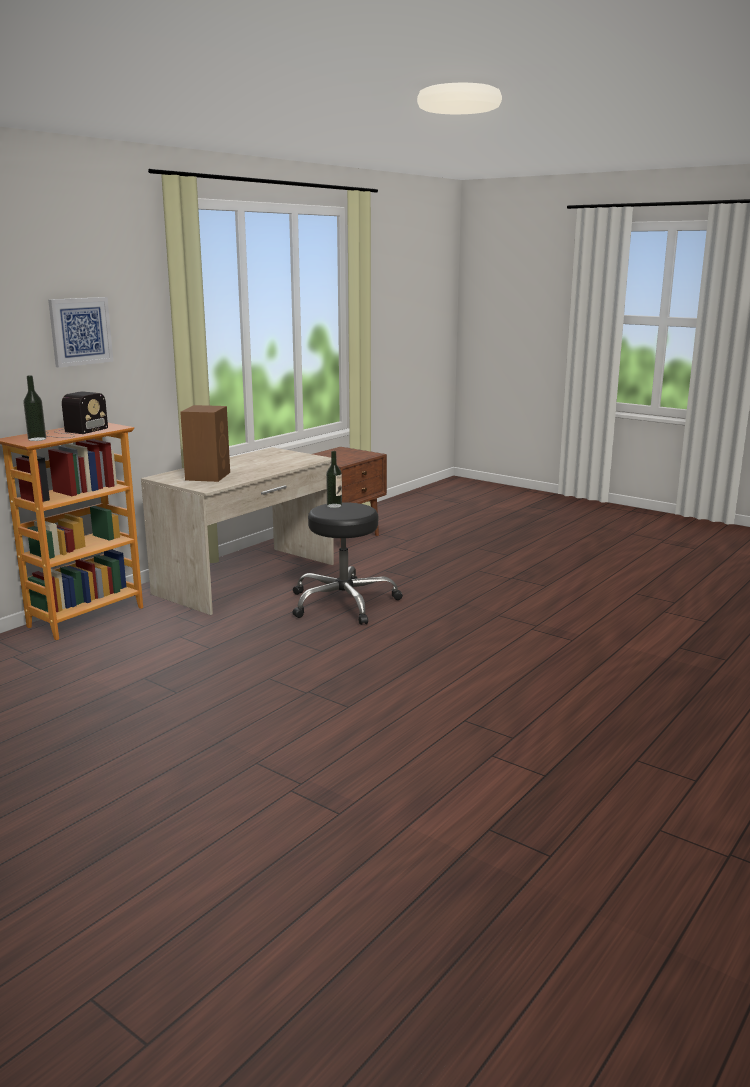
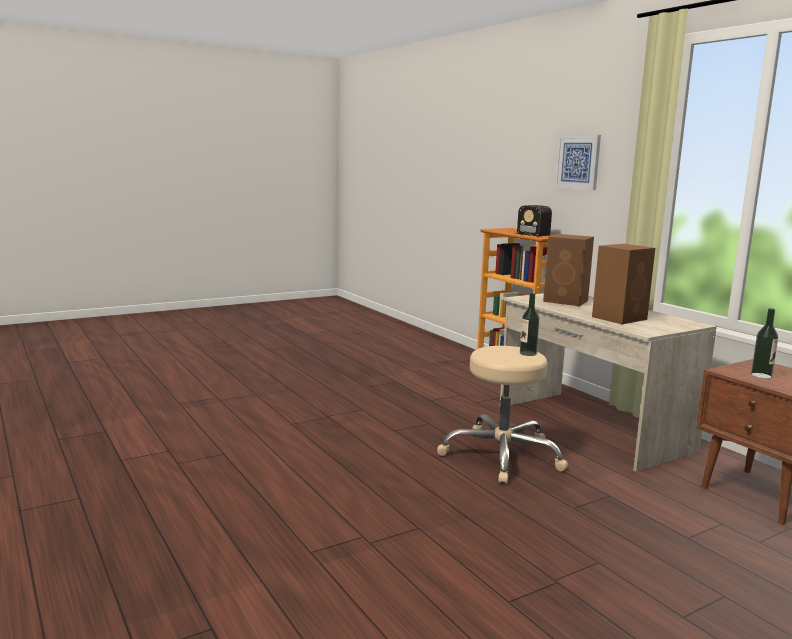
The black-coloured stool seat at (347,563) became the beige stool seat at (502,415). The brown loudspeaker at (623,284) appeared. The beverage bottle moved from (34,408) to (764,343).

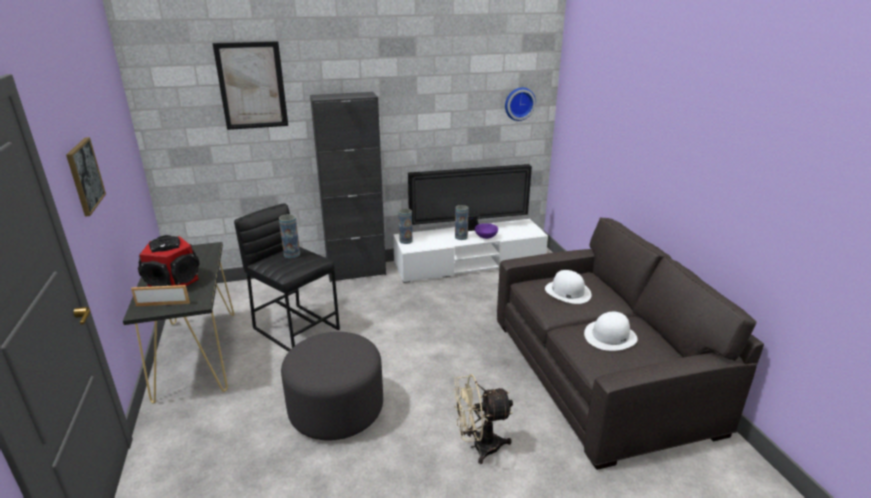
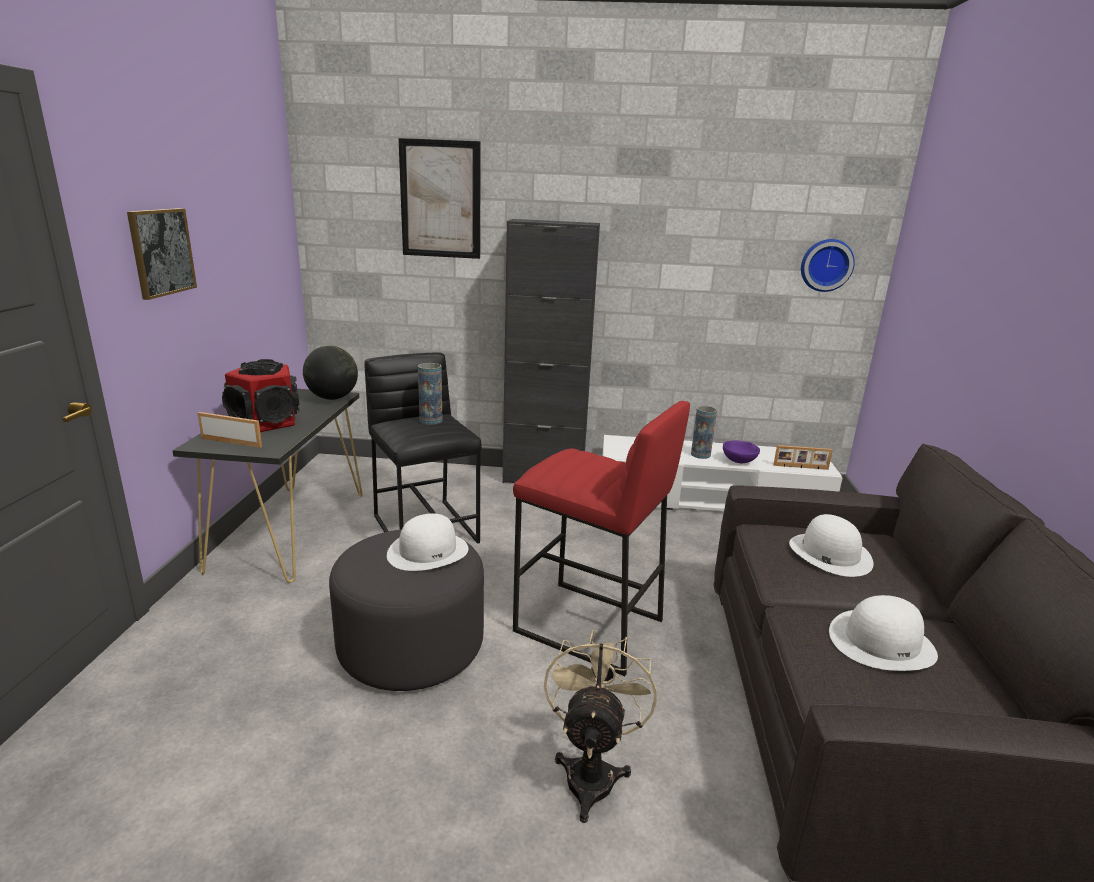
The desk globe at (330,372) appeared. The white wearable hat at (427,542) appeared. The reddish stool seat at (601,538) appeared. The beige electric fan at (483,419) turned 90 degrees clockwise. The photo frame at (803,457) appeared. The decorative vase at (405,226) disappeared. The TV at (470,197) disappeared.

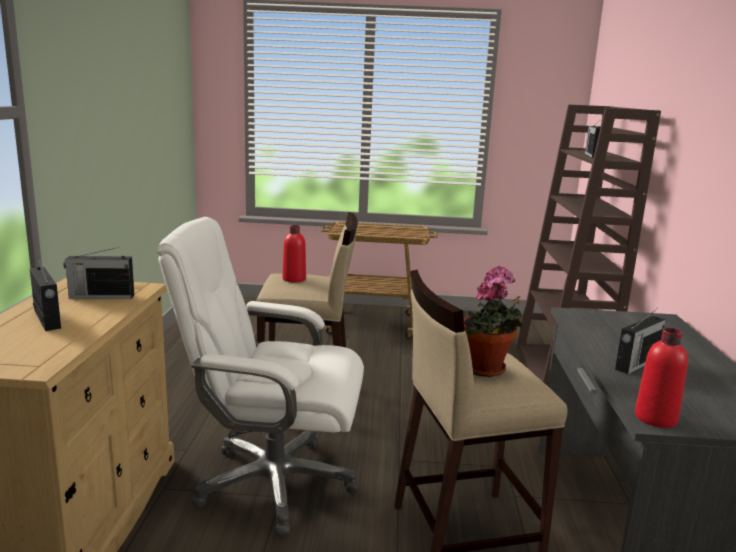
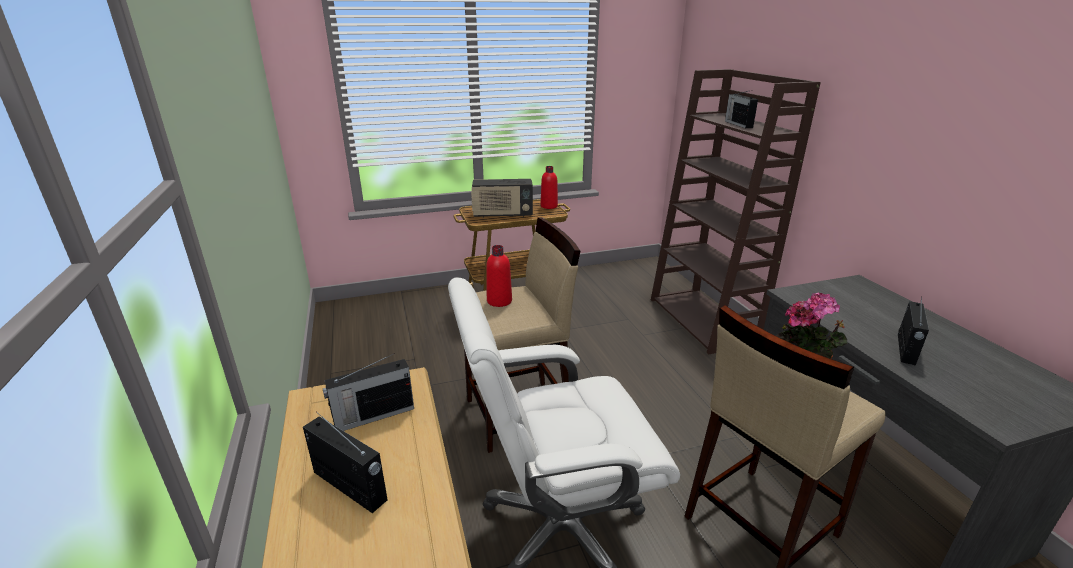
The radio at (502,198) appeared. The reddish beverage bottle moved from (661,378) to (549,187).

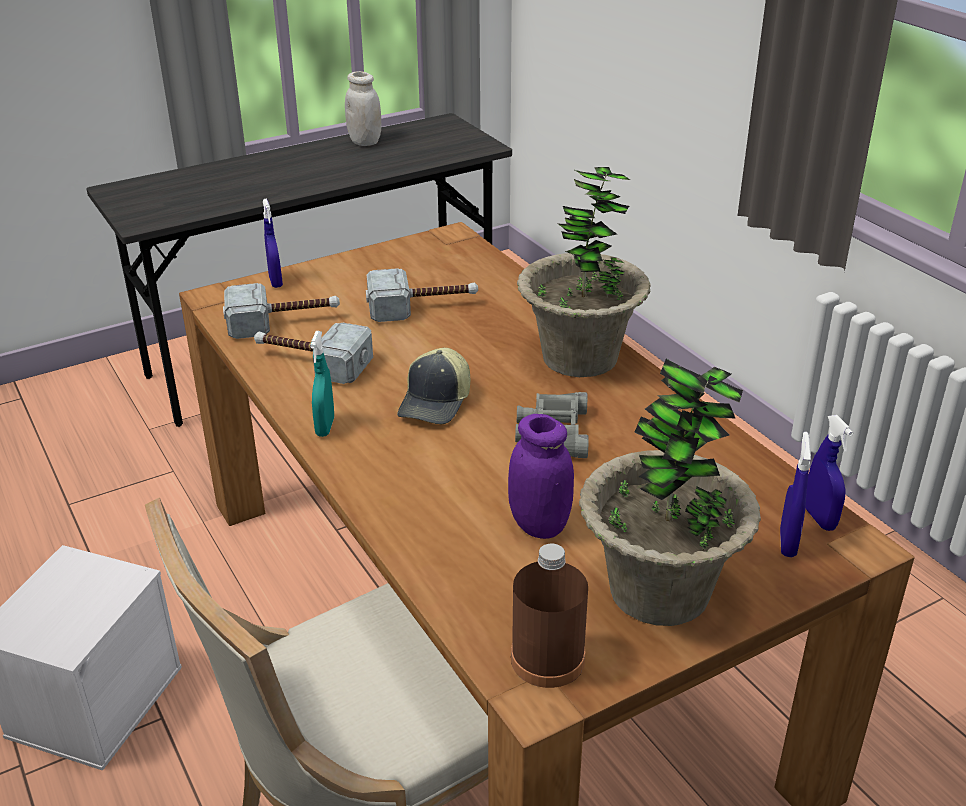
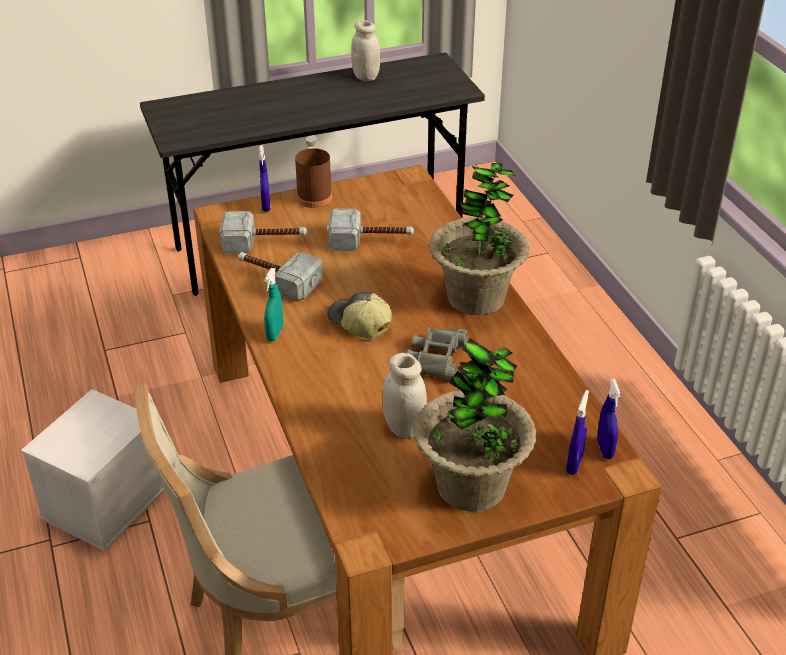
The brown beverage bottle moved from (549,615) to (313,172). The baseball cap at (433,386) turned 105 degrees clockwise. The purplish storage jar at (541,476) became the white storage jar at (404,396).

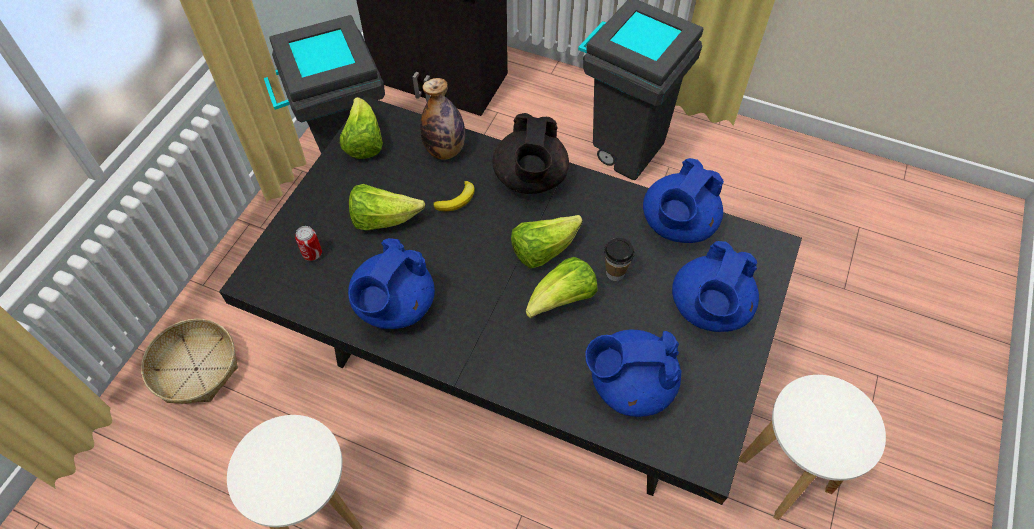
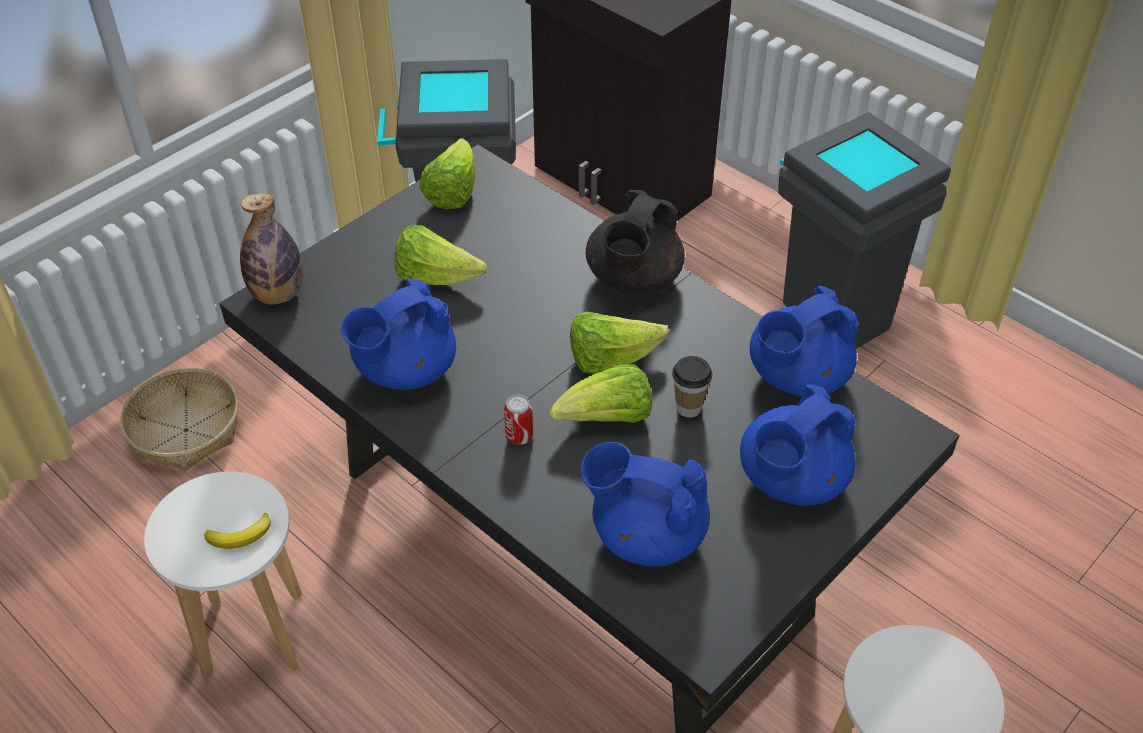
The banana moved from (454,196) to (237,531). The beverage bottle moved from (442,119) to (271,248). The can moved from (308,243) to (518,420).

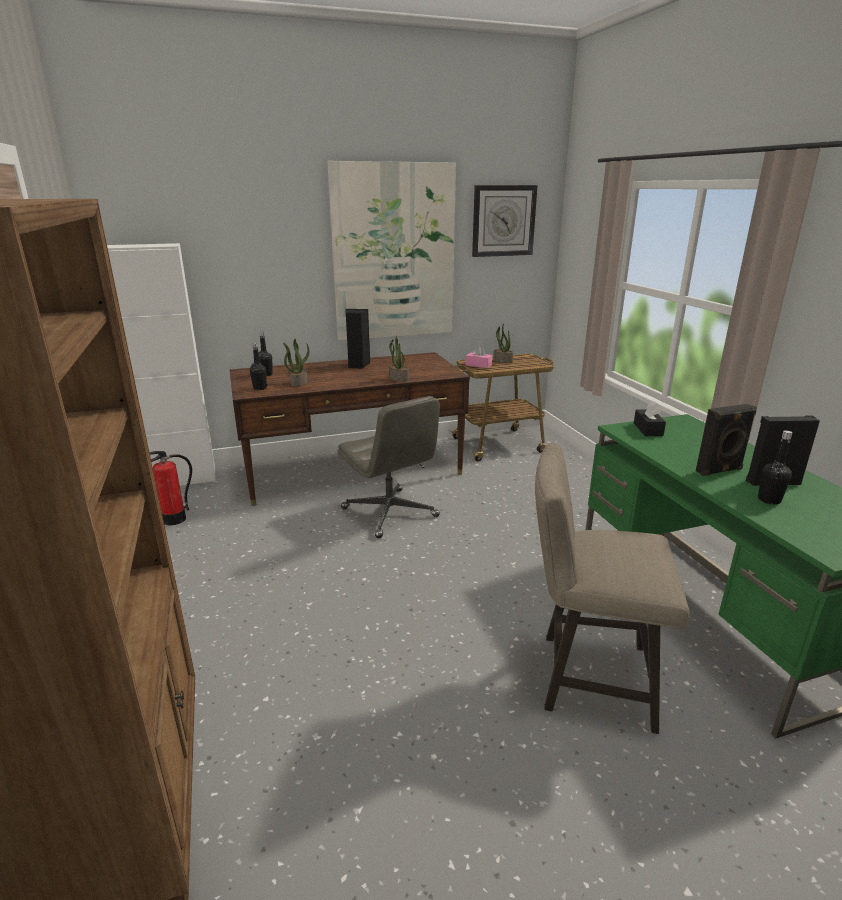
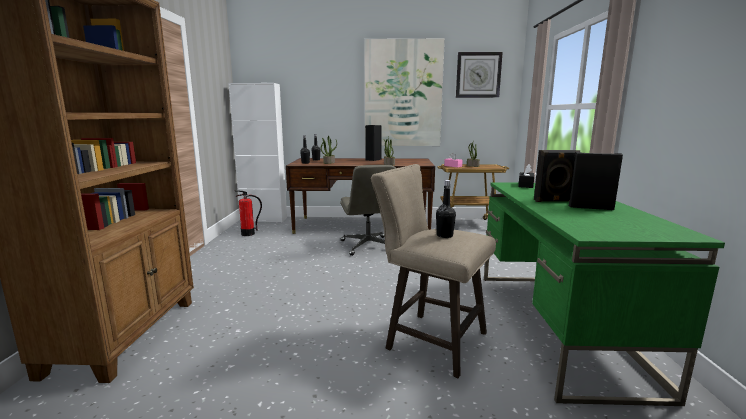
The black-coloured beverage bottle moved from (775,467) to (446,209).

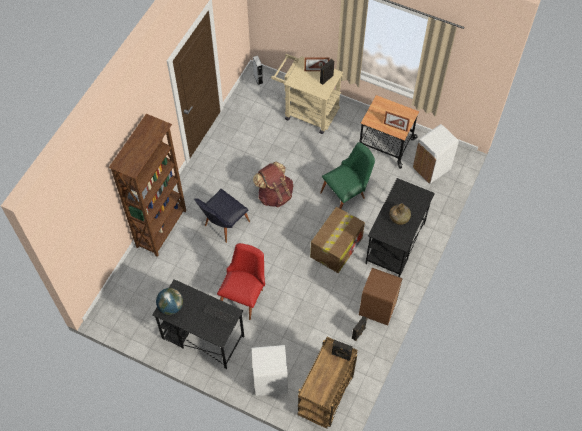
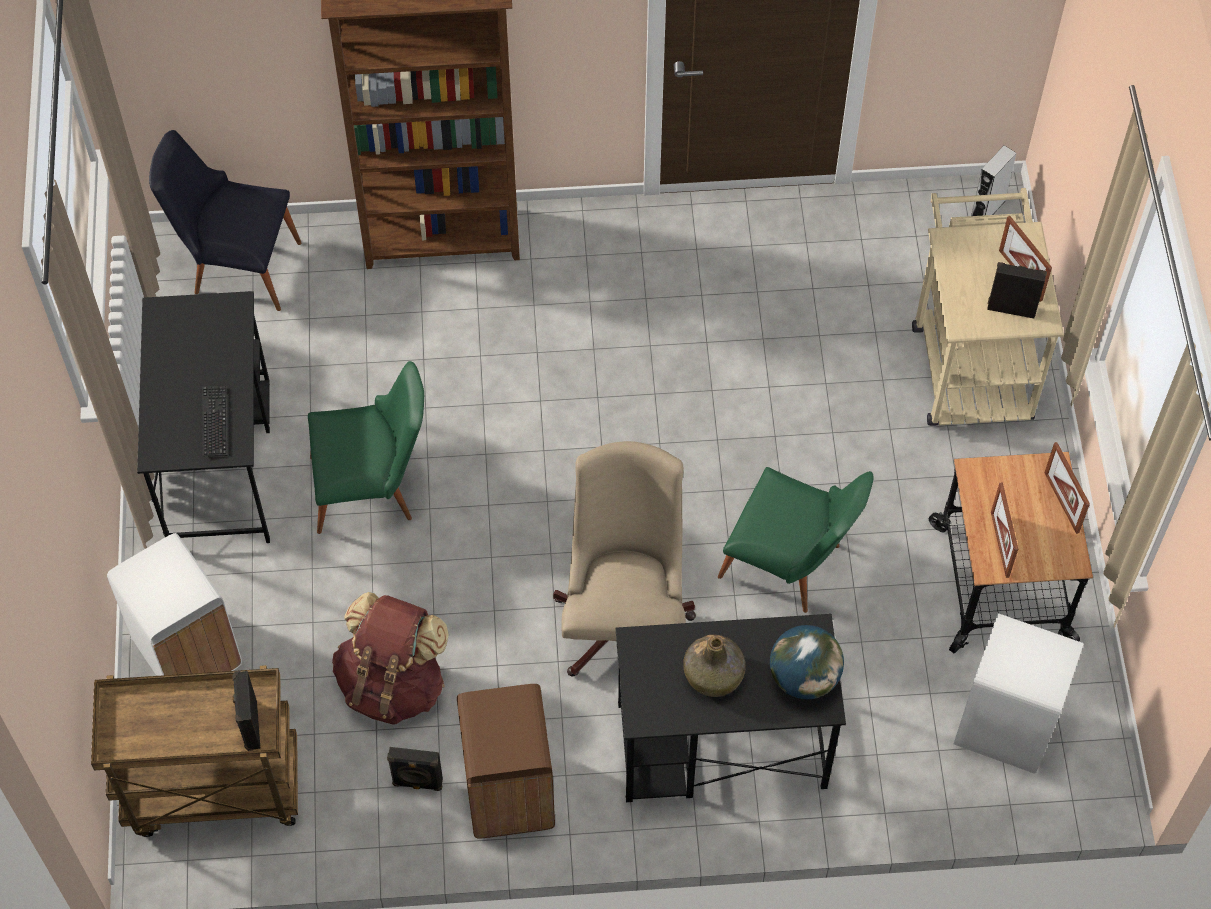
The black-coloured plain chair moved from (222,216) to (225,220). The reddish plain chair at (241,281) became the greenish plain chair at (366,447). The brown knapsack moved from (273,184) to (390,658). The packing box at (337,240) was replaced by the beige office chair at (624,559). The desk globe moved from (169,301) to (807,662). The photo frame at (1067,488) appeared.

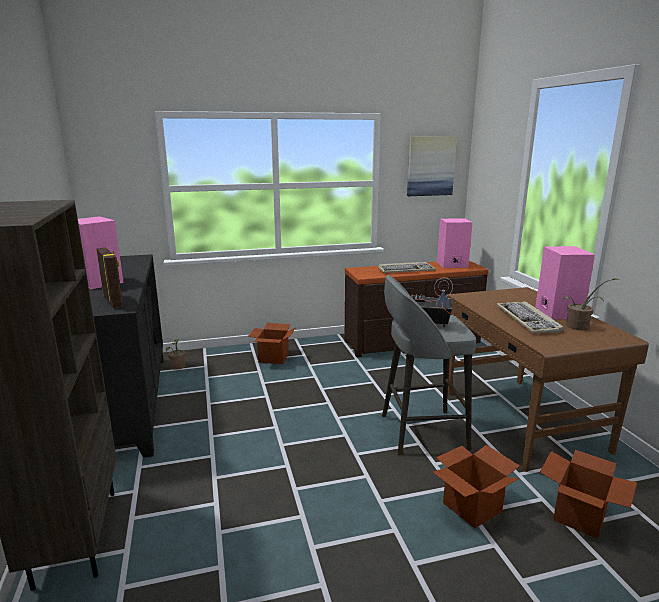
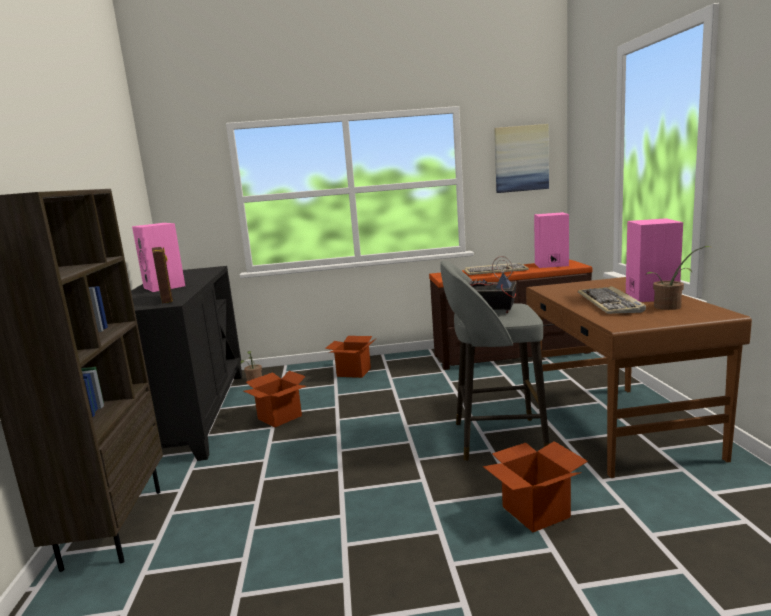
The packing box moved from (588,494) to (275,399).

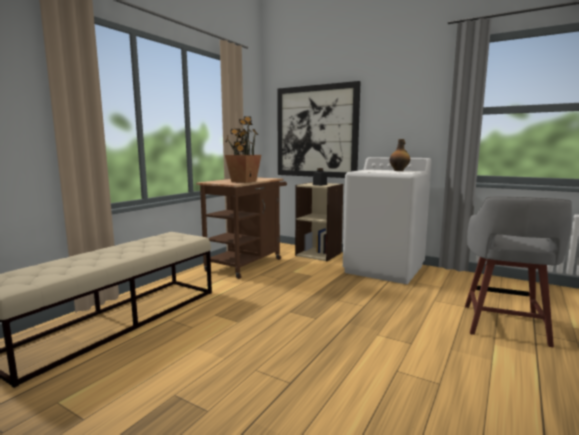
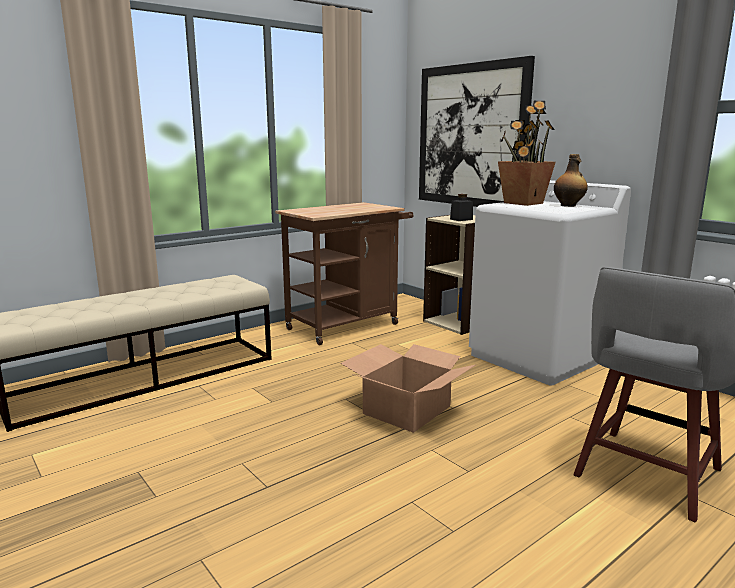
The packing box at (407,388) appeared. The plant in a pot moved from (243,149) to (527,153).

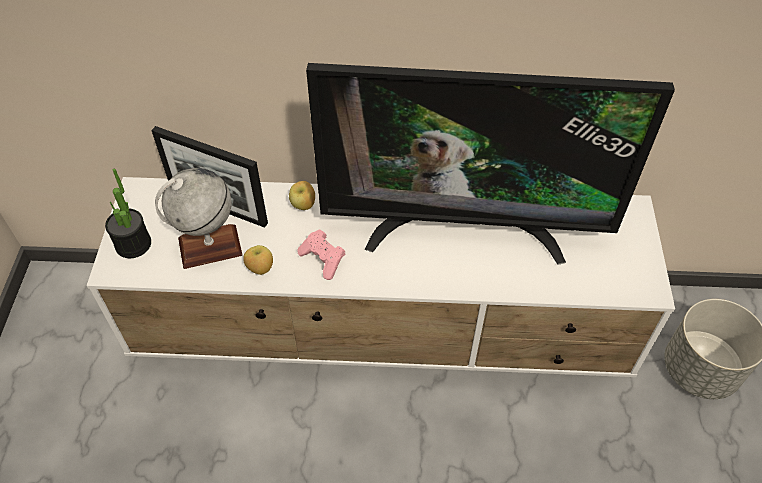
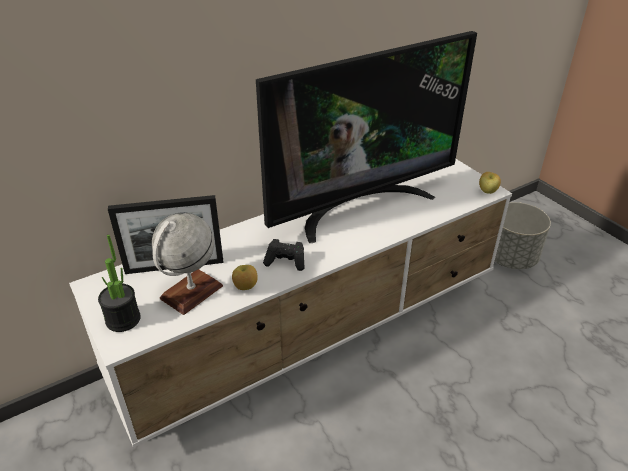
The pink-coloured gamepad at (321,255) became the black-coloured gamepad at (283,255). The apple moved from (302,195) to (490,183).

